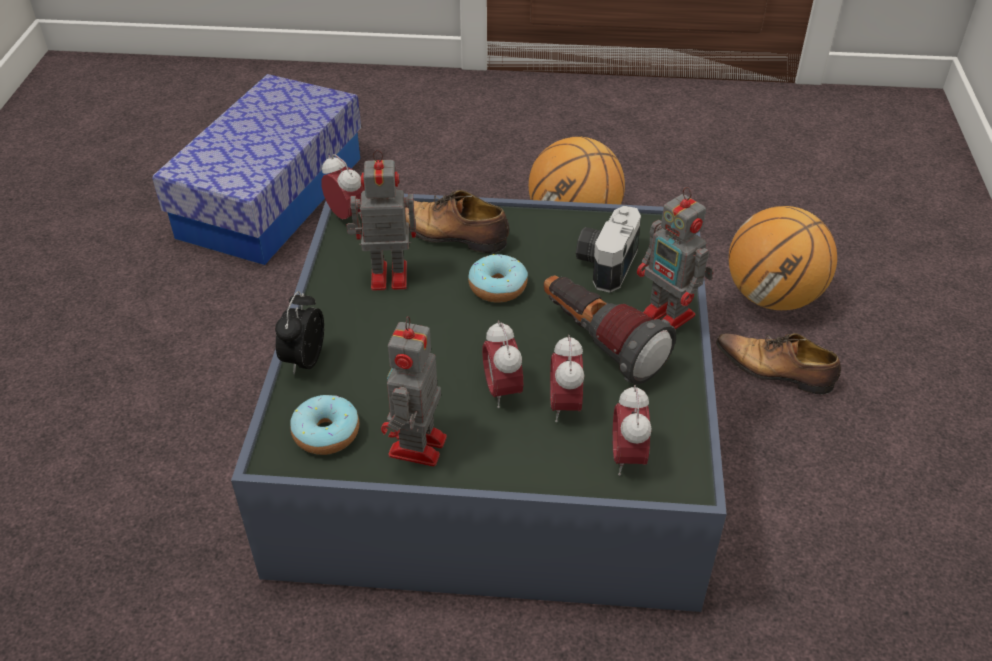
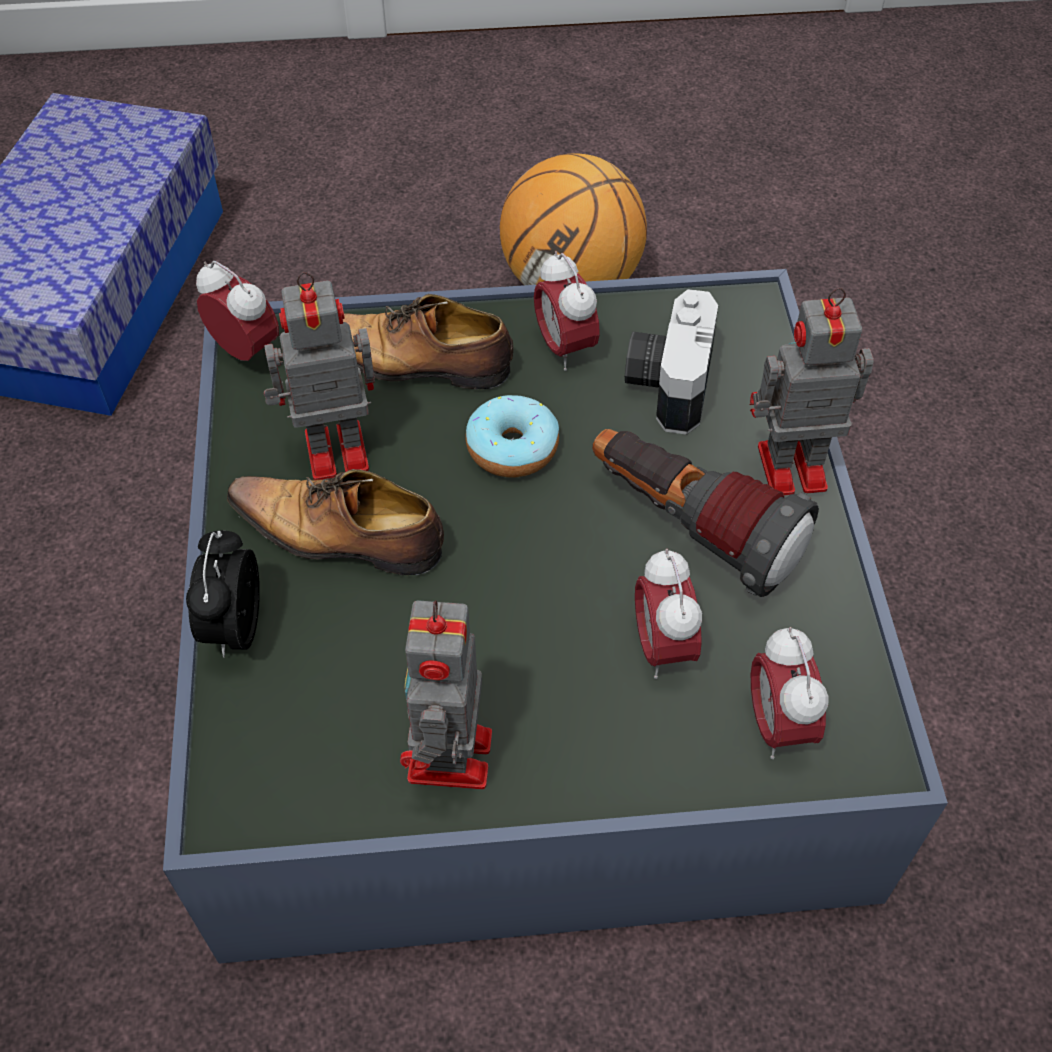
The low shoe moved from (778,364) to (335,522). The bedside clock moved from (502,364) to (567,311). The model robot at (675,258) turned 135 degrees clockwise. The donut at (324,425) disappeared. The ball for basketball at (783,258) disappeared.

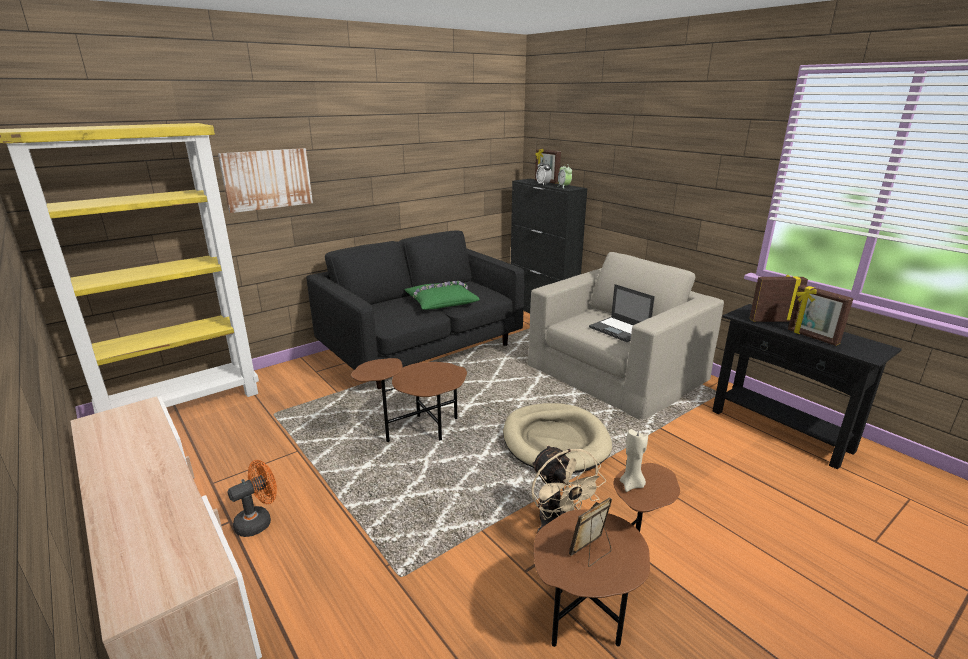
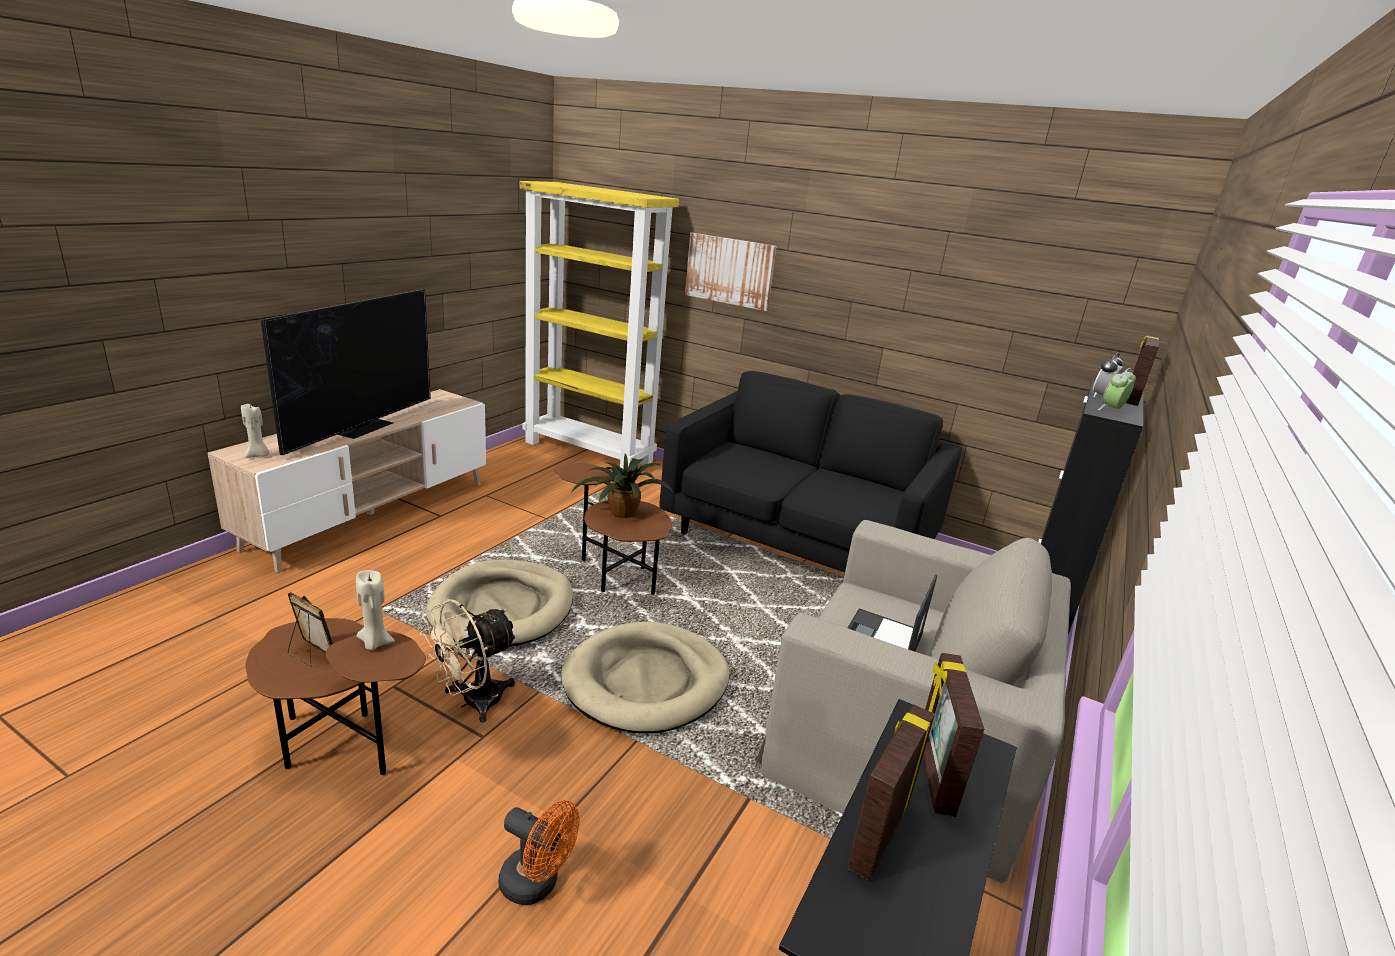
The beige candle at (255,431) appeared. The TV at (346,372) appeared. The beige pet bed at (499,603) appeared. The orange-coloured electric fan moved from (252,498) to (539,852). The plant in a pot at (622,485) appeared. The photo frame at (778,298) turned 150 degrees counterclockwise. The greenish throw pillow at (442,295) disappeared.

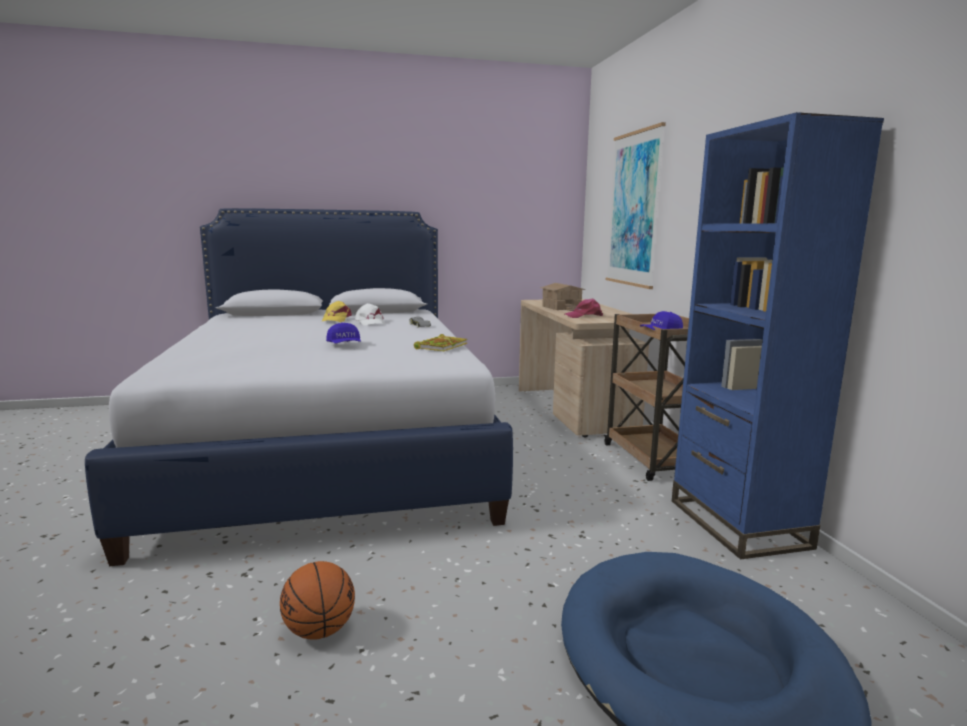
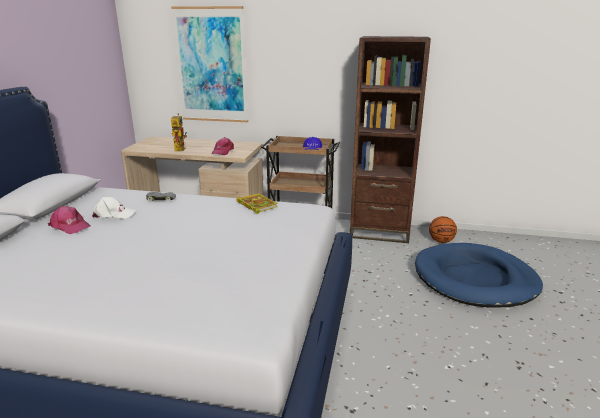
The yellowish baseball cap at (337,311) became the pink-coloured baseball cap at (69,220). The toy house at (562,297) was replaced by the model robot at (179,132). The bluish bookshelf at (778,335) became the brown bookshelf at (390,139). The ball for basketball moved from (317,600) to (443,229). The bluish baseball cap at (343,332) disappeared.

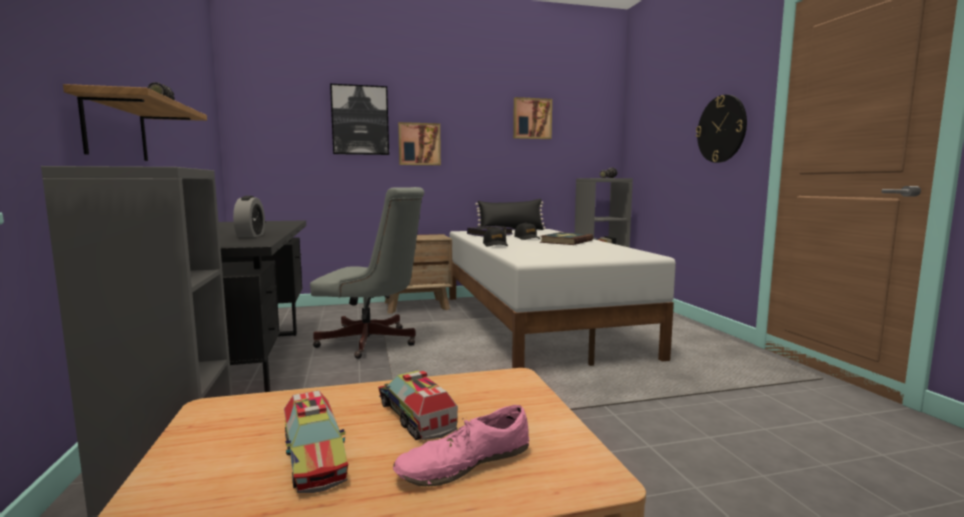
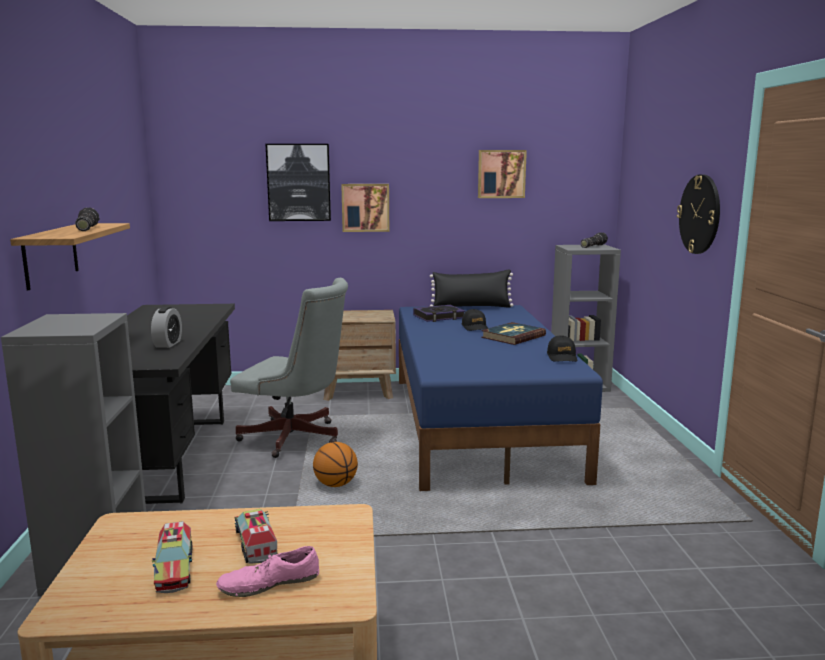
The ball for basketball at (335,464) appeared. The white sleeping bed at (562,298) became the bluish sleeping bed at (501,398). The black-coloured baseball cap moved from (495,237) to (562,348).

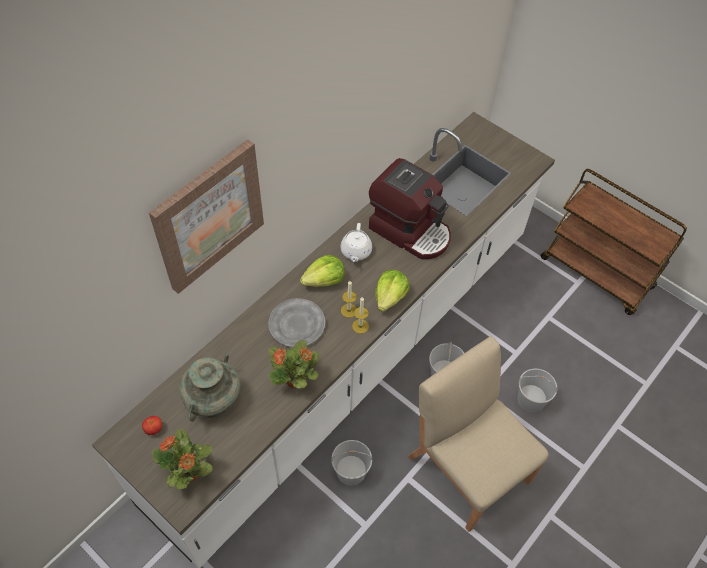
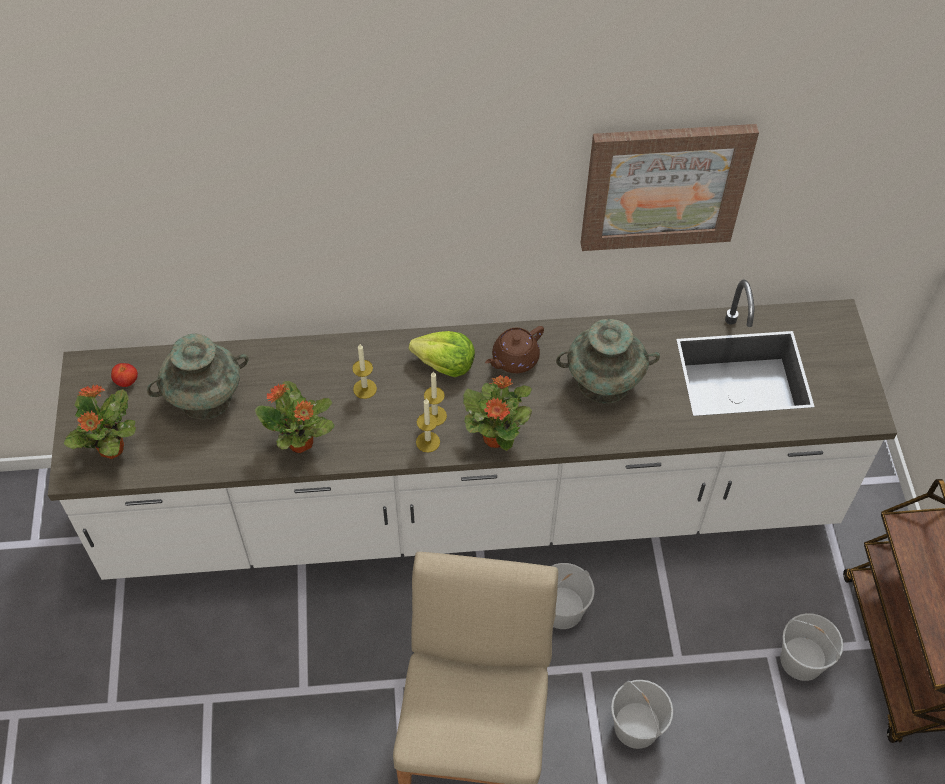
The greyish plate at (296,322) was replaced by the candle at (364,371). The head of lettuce at (392,291) was replaced by the plant in a pot at (497,413). The white tea pot at (356,242) became the brown tea pot at (514,349). The coffee brewer at (410,208) was replaced by the blue-green decorative vase at (608,361). The picture moved from (206,216) to (670,187). The white pail moved from (351,463) to (811,647).

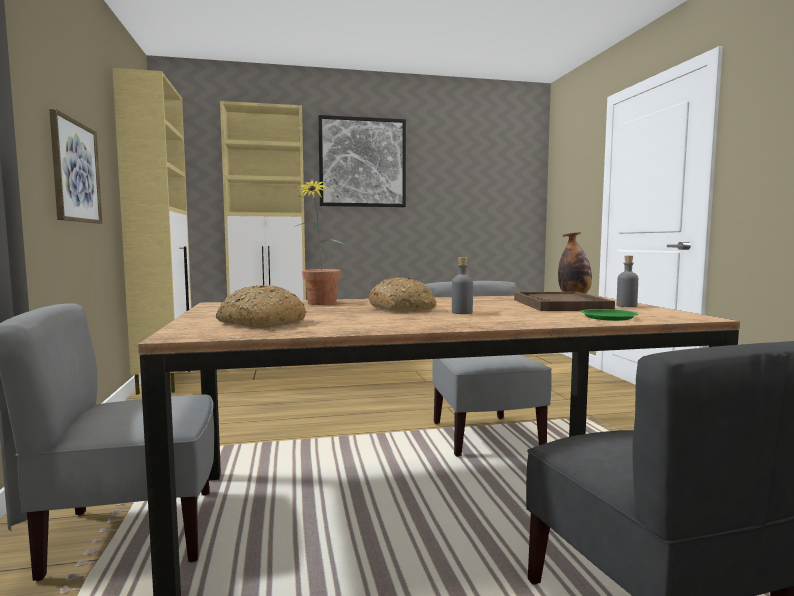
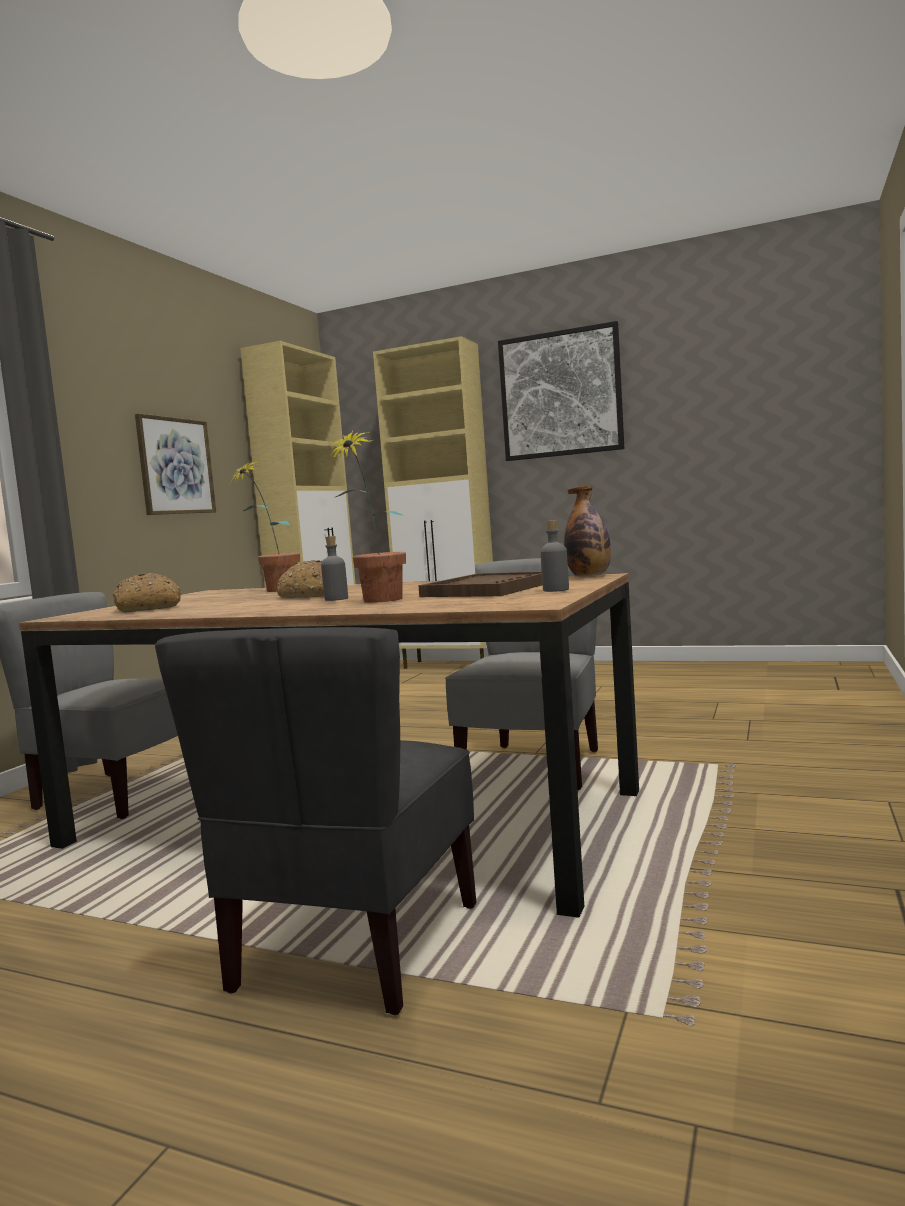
The plant in a pot at (366,516) appeared. The greenish plate at (609,315) disappeared.

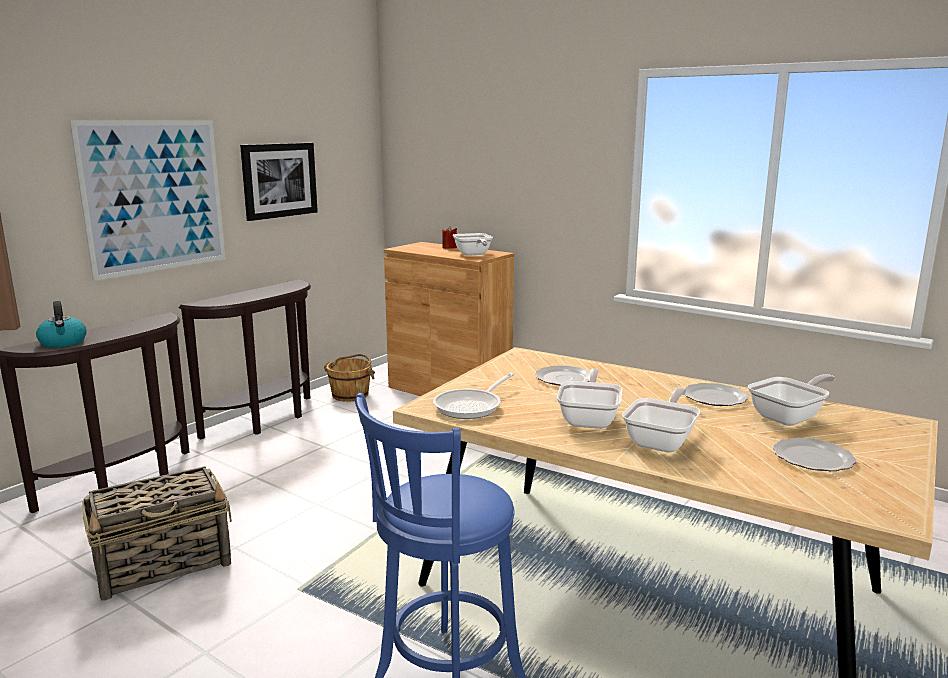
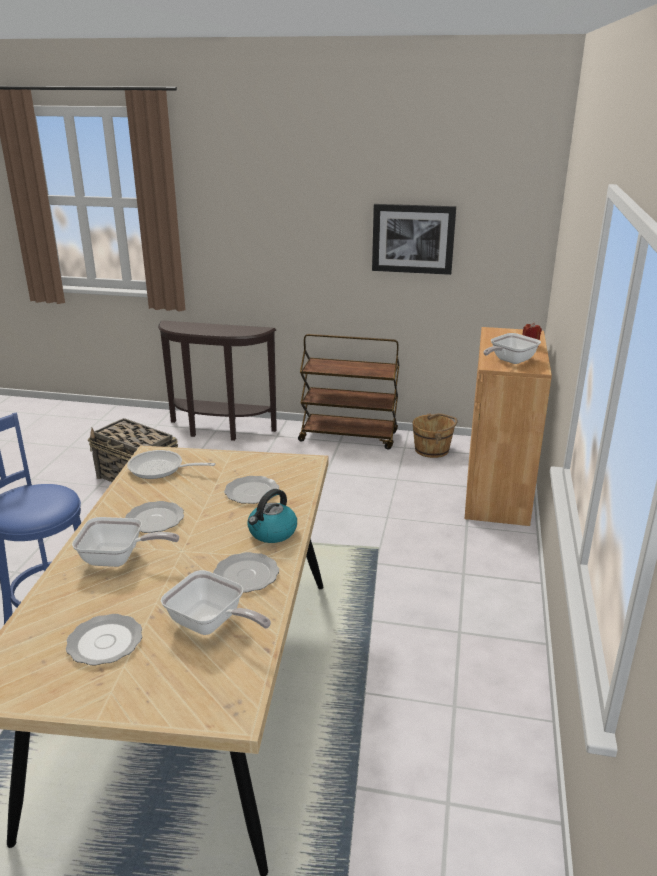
The pan at (589,398) was replaced by the plate at (154,517). The kettle moved from (61,324) to (272,516). The brown console table at (245,359) was replaced by the brown trolley at (348,392). The picture at (147,200) disappeared.

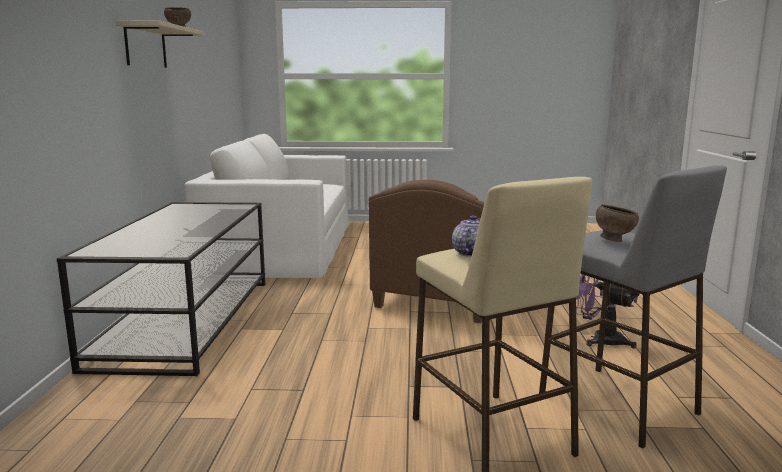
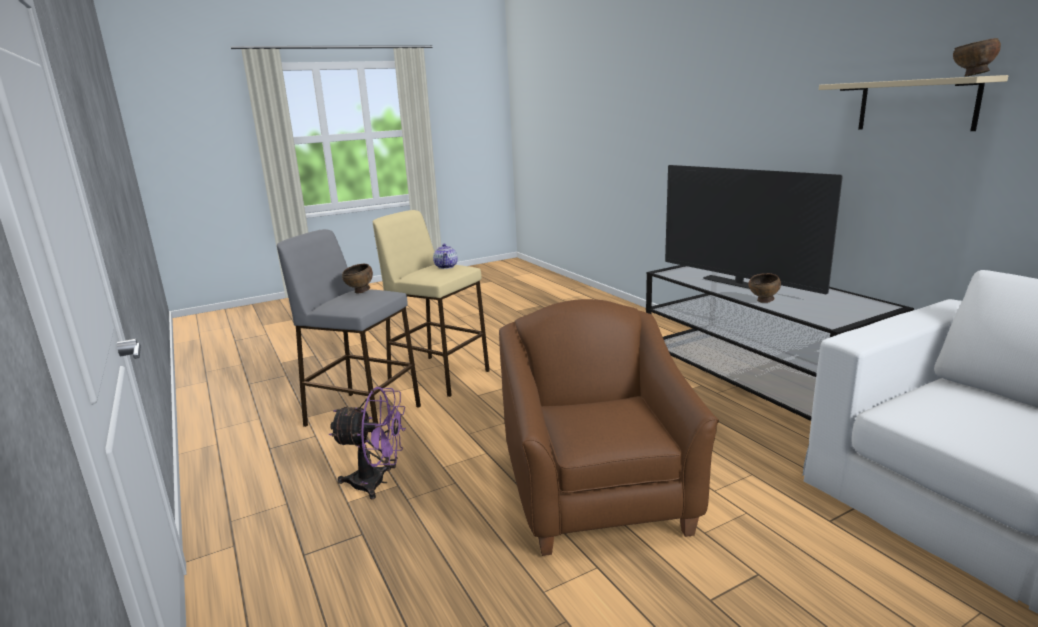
The TV at (754,229) appeared. The brown serving bowl at (765,288) appeared.

